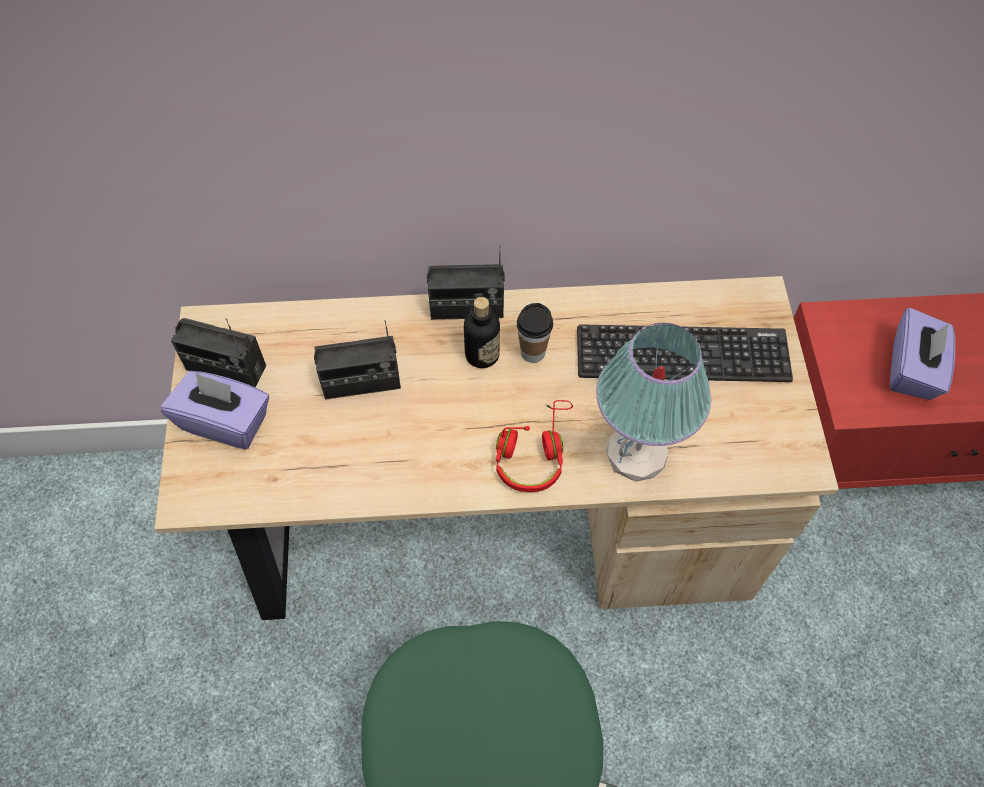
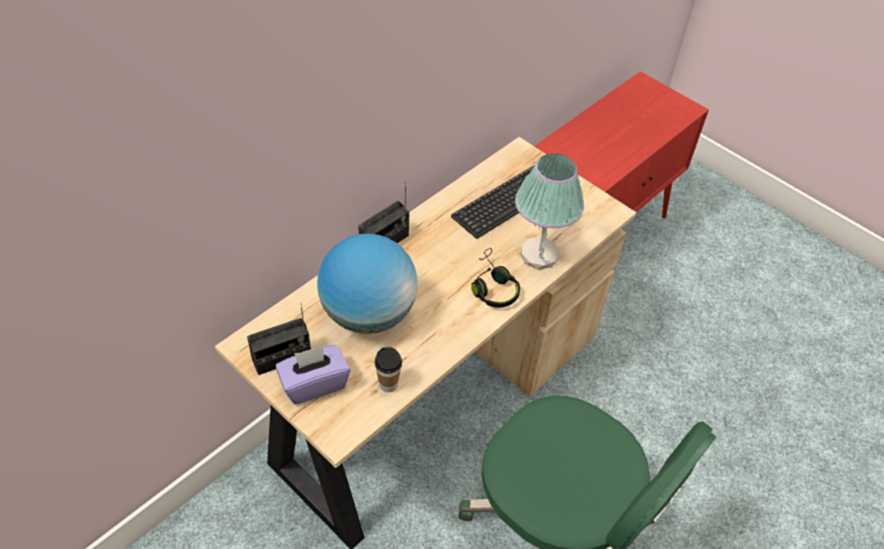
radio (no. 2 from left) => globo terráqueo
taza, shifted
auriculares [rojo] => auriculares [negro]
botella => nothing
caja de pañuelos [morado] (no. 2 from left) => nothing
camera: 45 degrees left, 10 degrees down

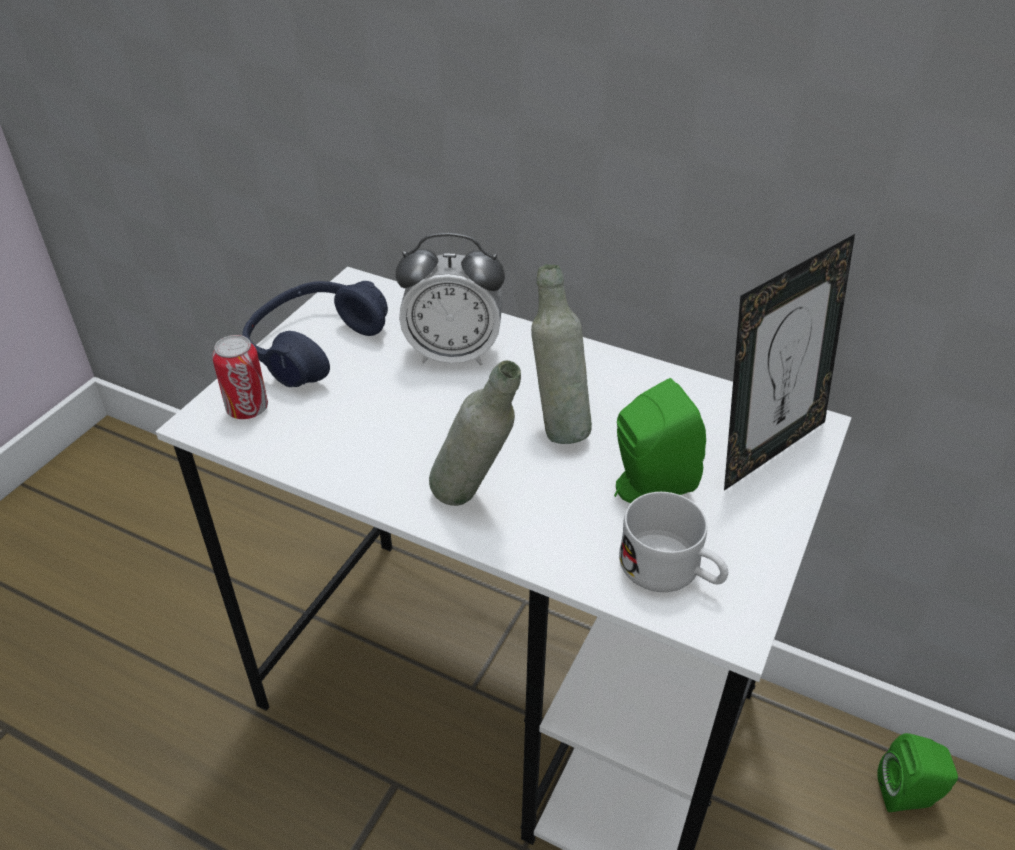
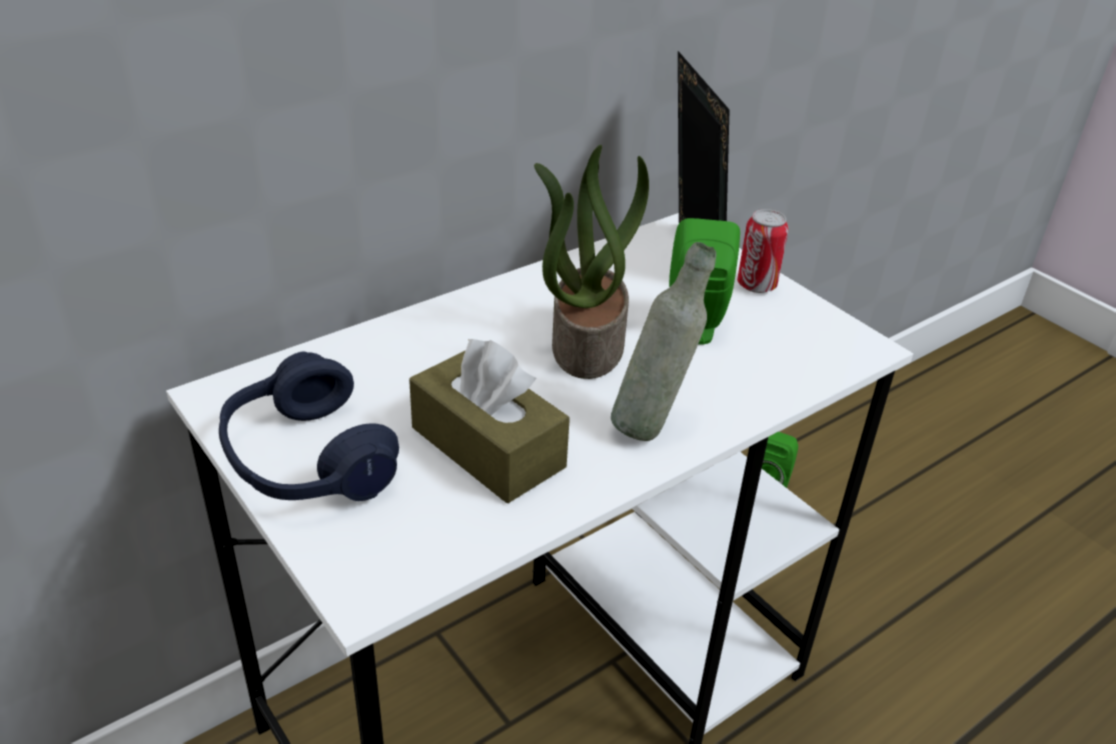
nothing => caja de pañuelos [marrón]
botella [gris] (no. 2 from left) => planta en maceta
lata, shifted
despertador => nothing
taza grande [blanco] => nothing
camera: 65 degrees left, 5 degrees down

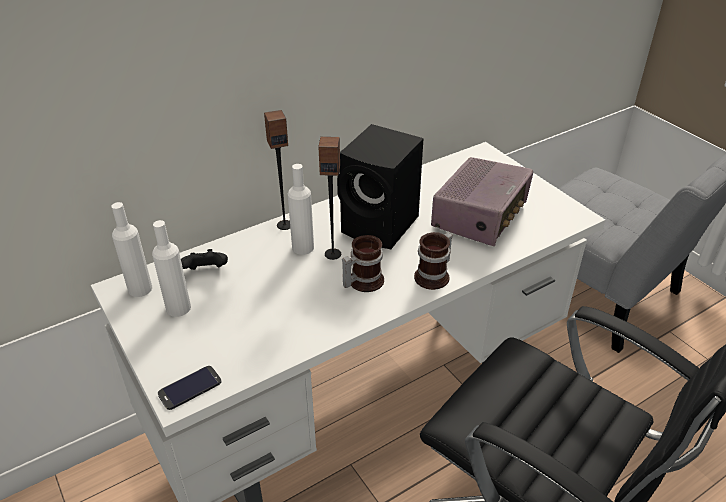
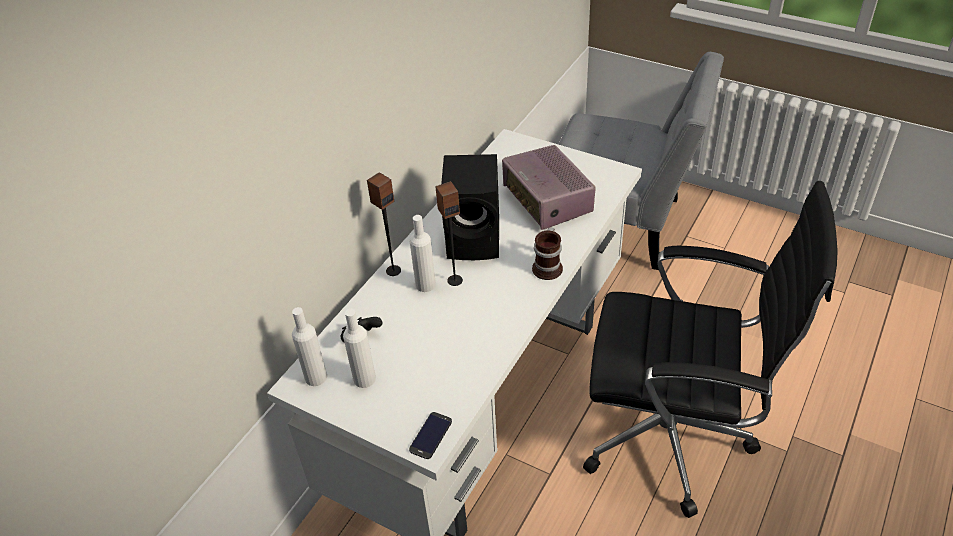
radio, 150 degrees clockwise
taza grande (no. 1 from left) => nothing
camera: 25 degrees left, 5 degrees up

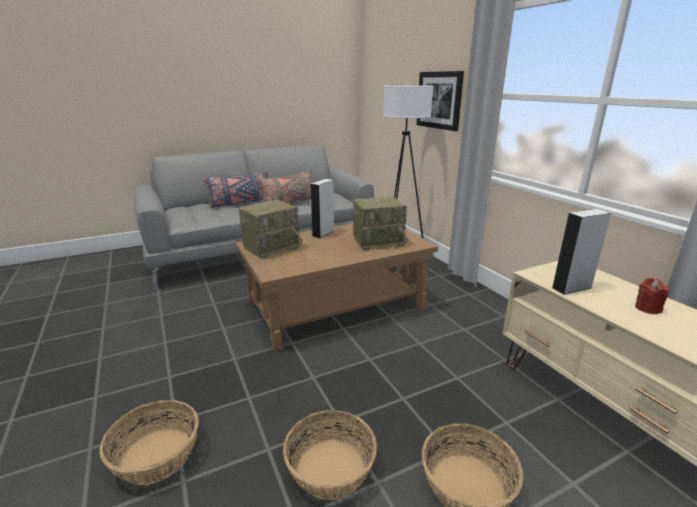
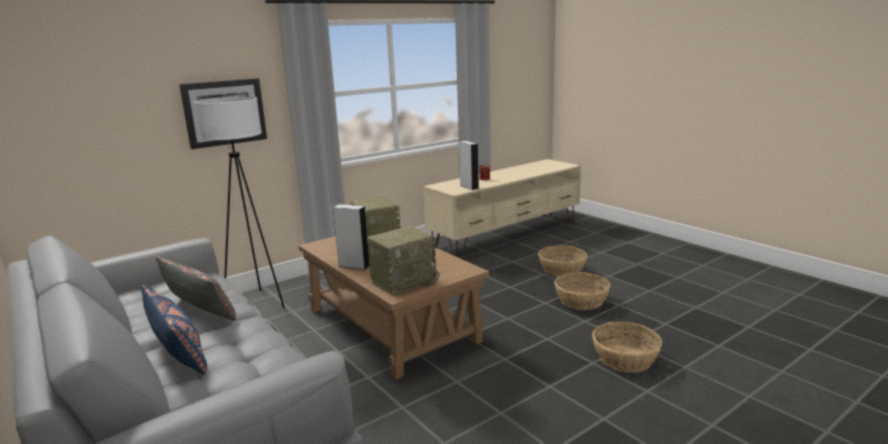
radio (no. 1 from left in the first image) => radio (no. 2 from left), 105 degrees clockwise
camera: 100 degrees left, 5 degrees down

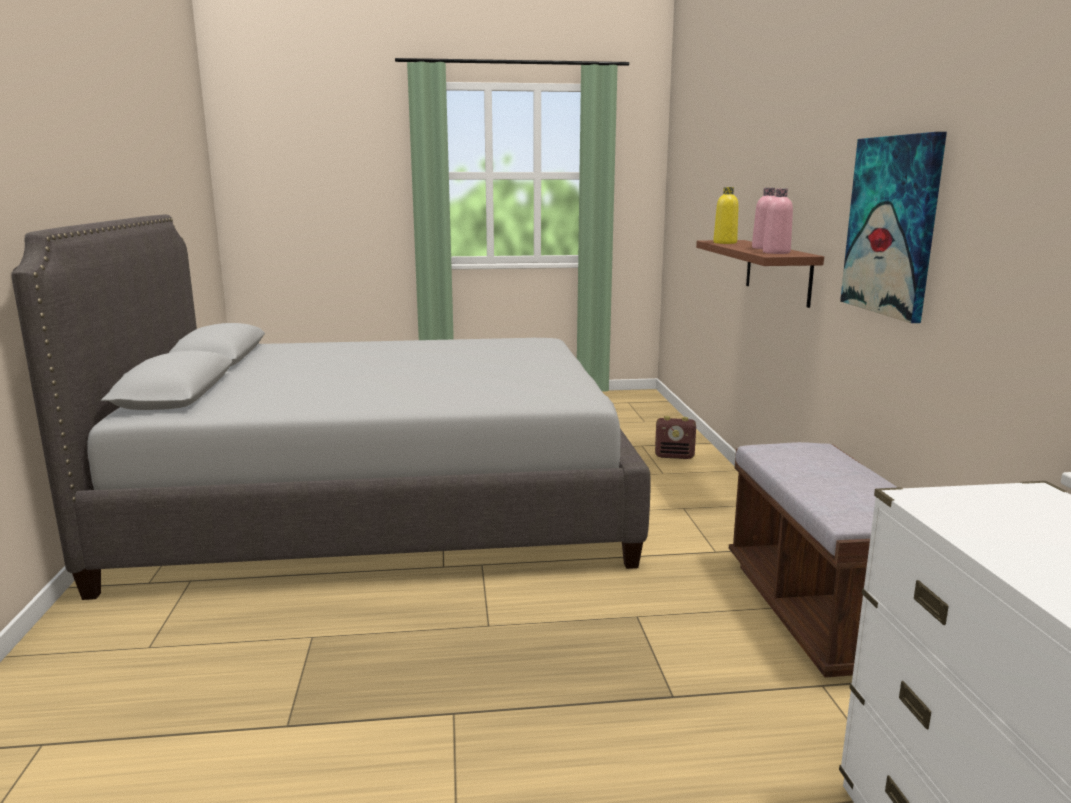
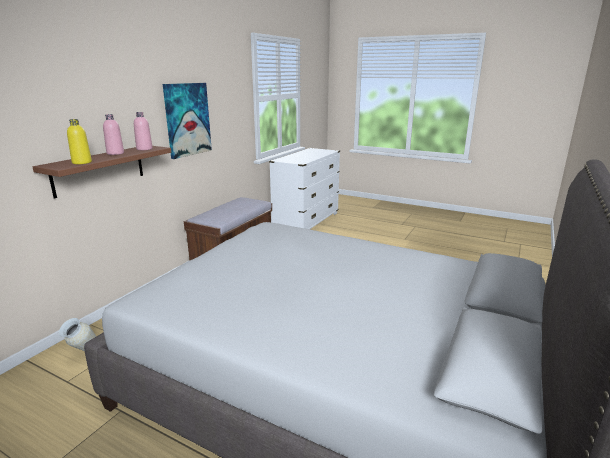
radio => florero
camera: 145 degrees left, 5 degrees up

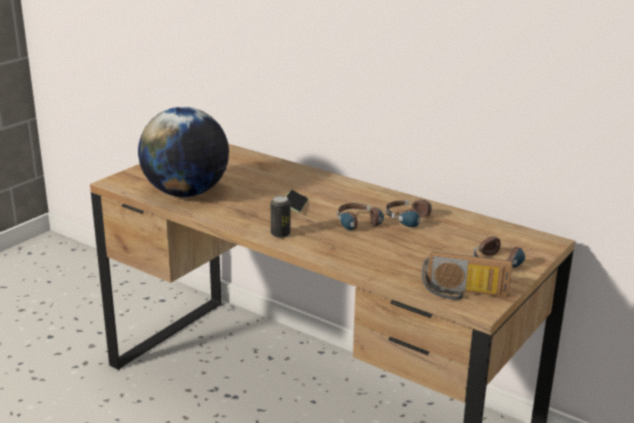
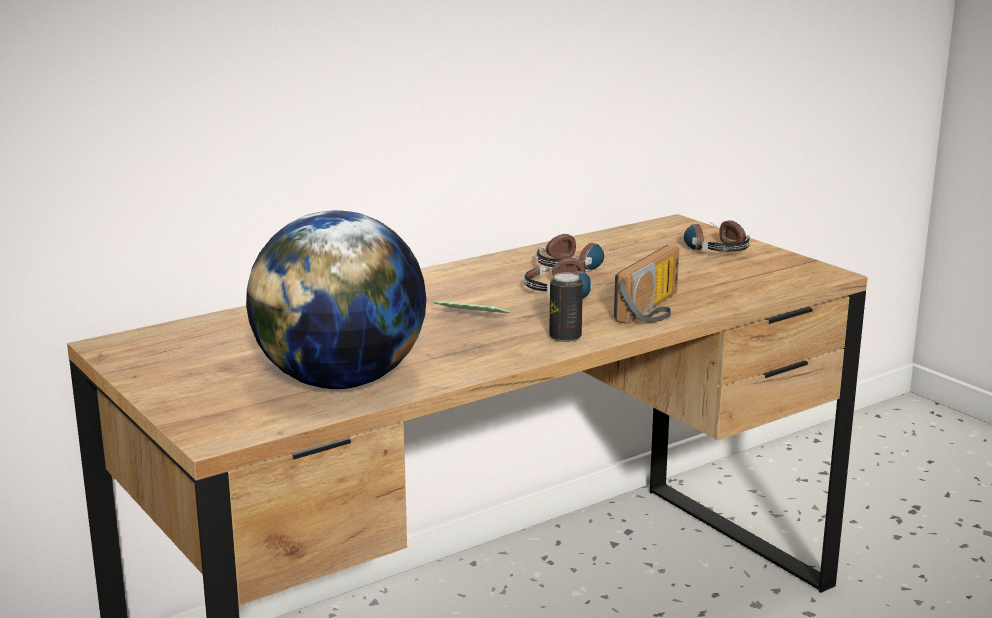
radio, shifted
camera: 70 degrees left, 5 degrees down

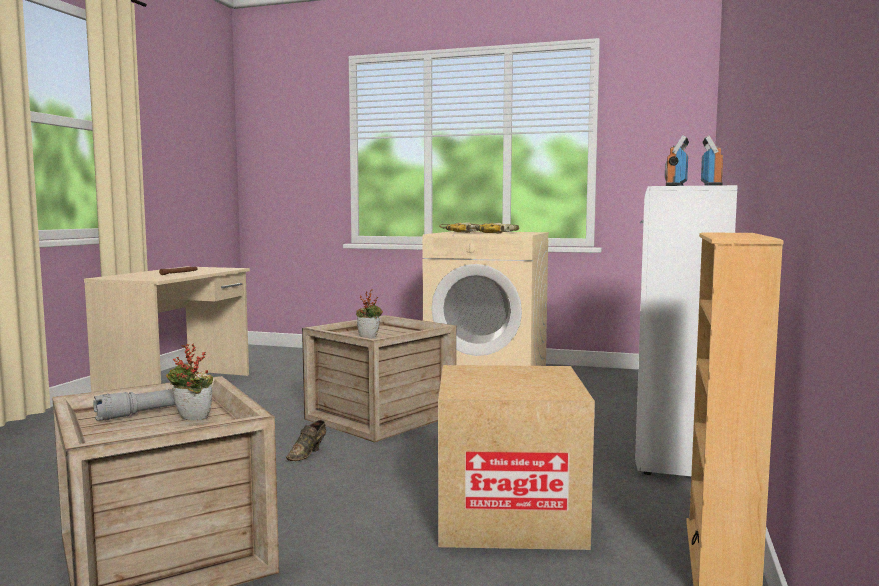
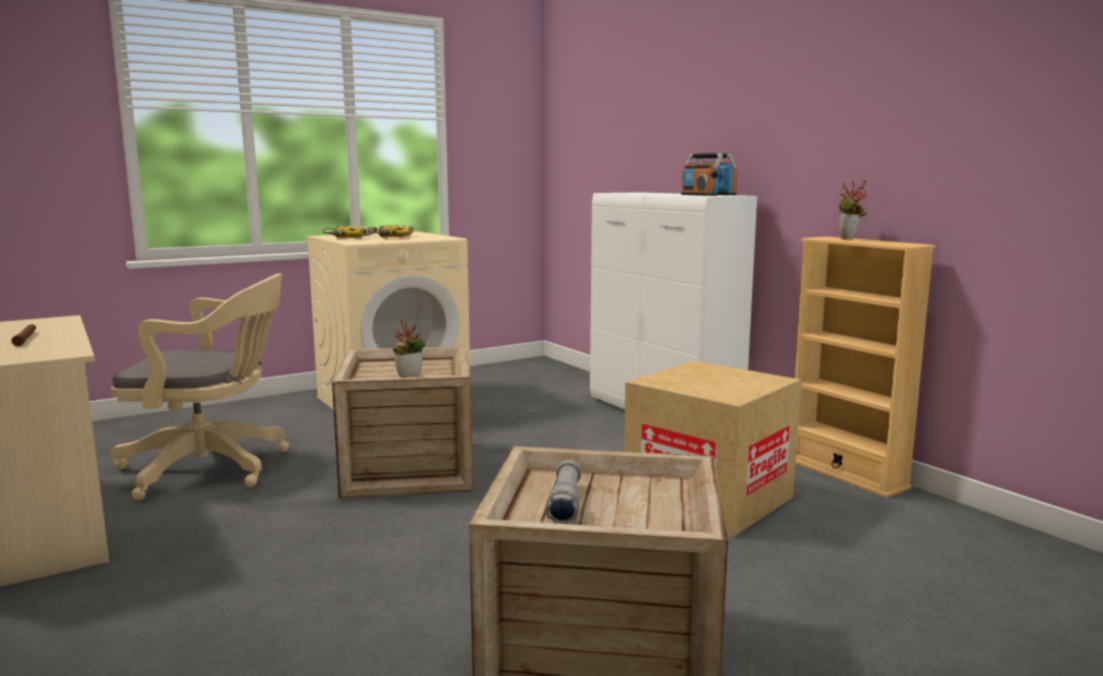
nothing => silla de oficina [beis]
planta en maceta (no. 1 from left in the first image) => planta en maceta (no. 2 from left), shifted
zapato [marrón] => nothing
camera: 50 degrees left, 5 degrees up

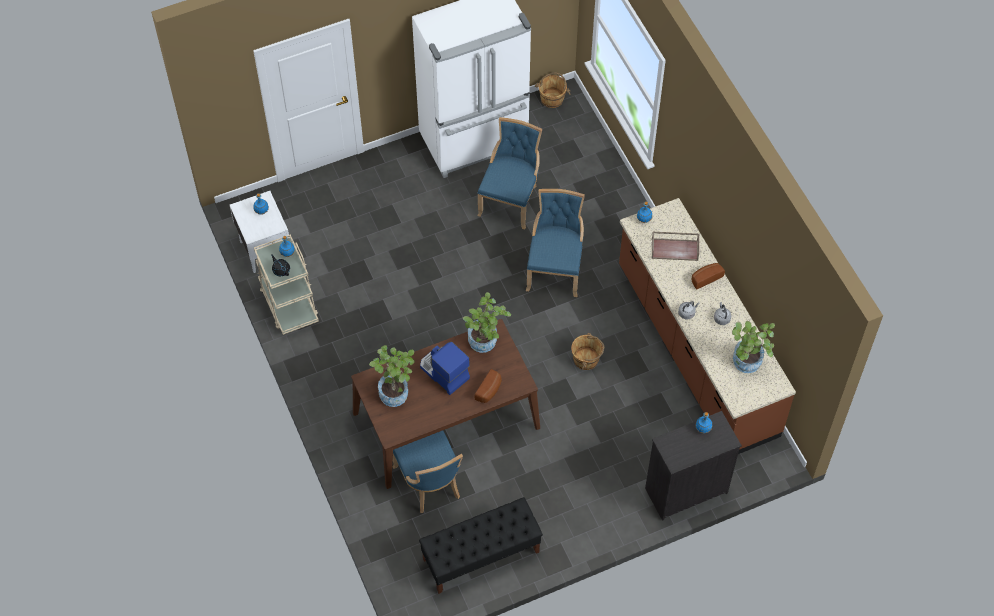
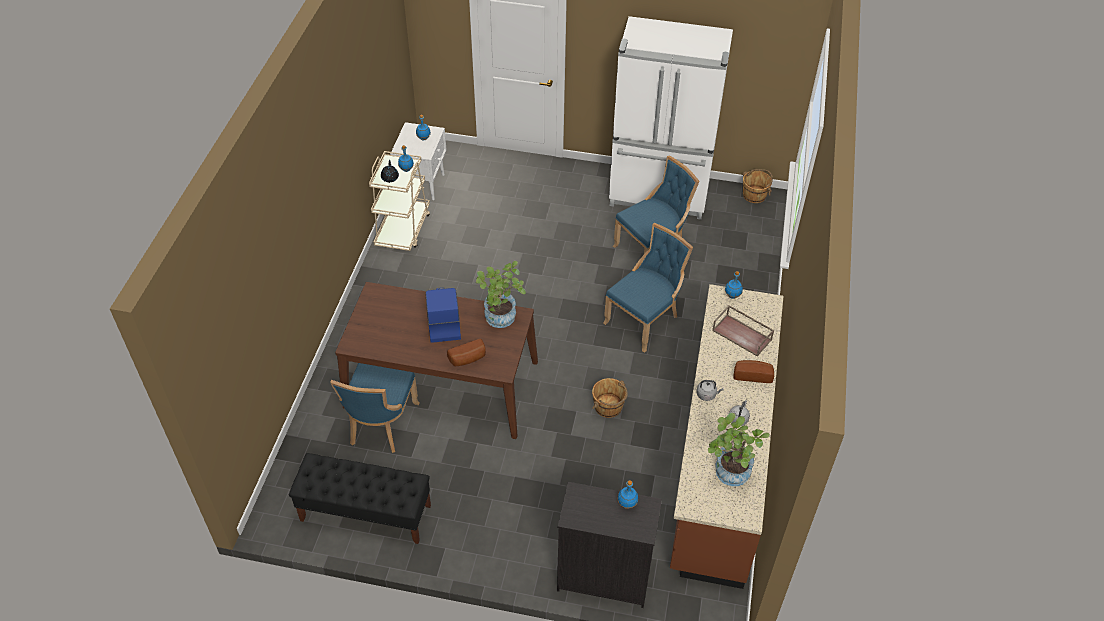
planta en maceta (no. 1 from left) => nothing
camera: 35 degrees right, 10 degrees down

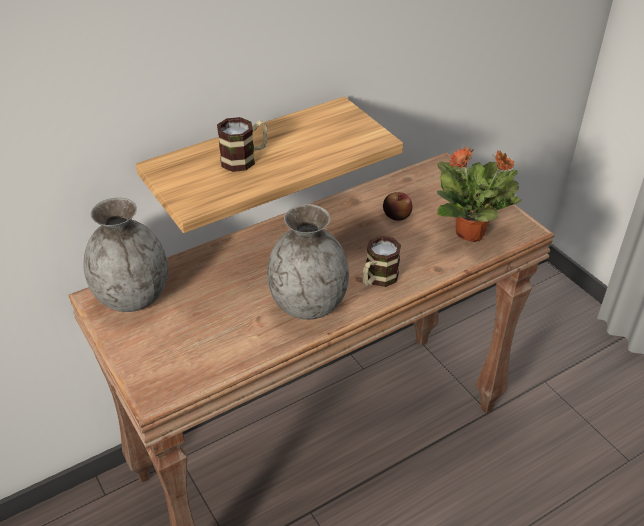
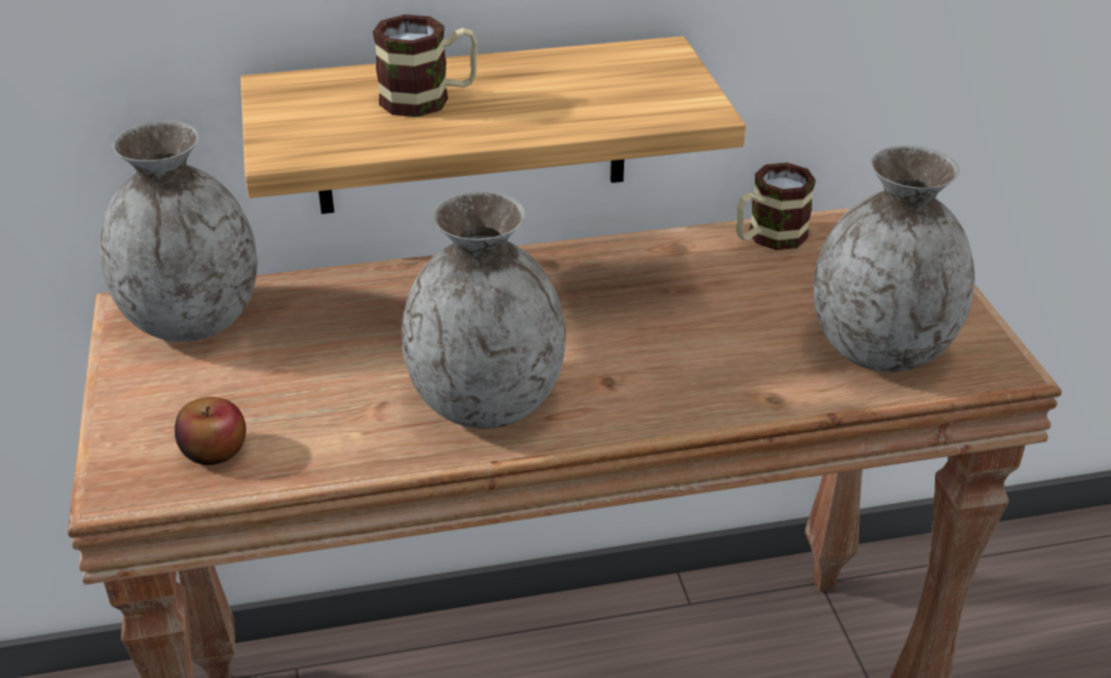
manzana, shifted
taza grande (no. 2 from left), shifted
planta en maceta => florero [gris] (no. 3 from left)
camera: 20 degrees right, 5 degrees down

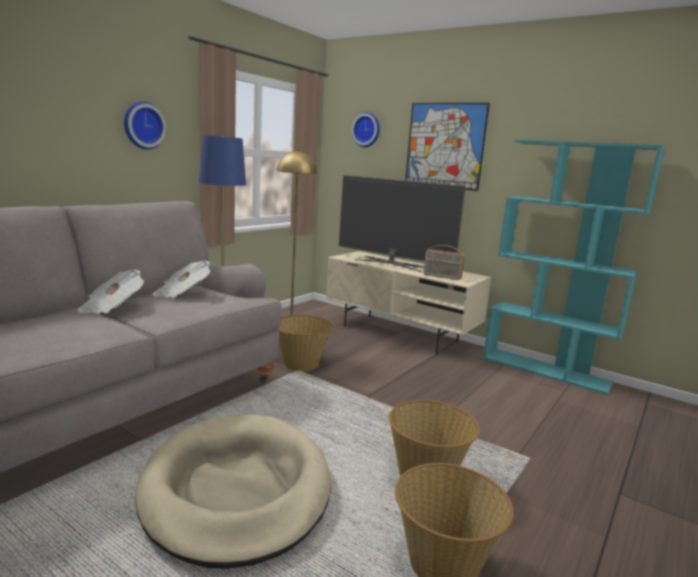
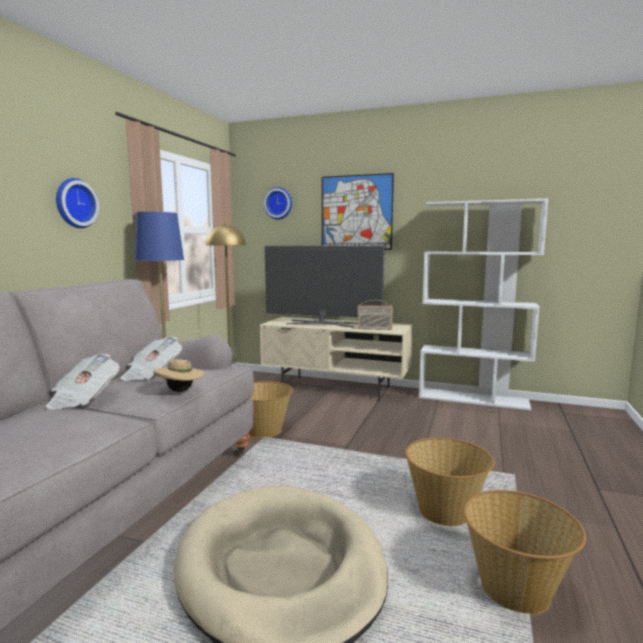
nothing => sombrero [beis]
estantería [turquesa] => estantería [blanco]
camera: 15 degrees left, 5 degrees down

